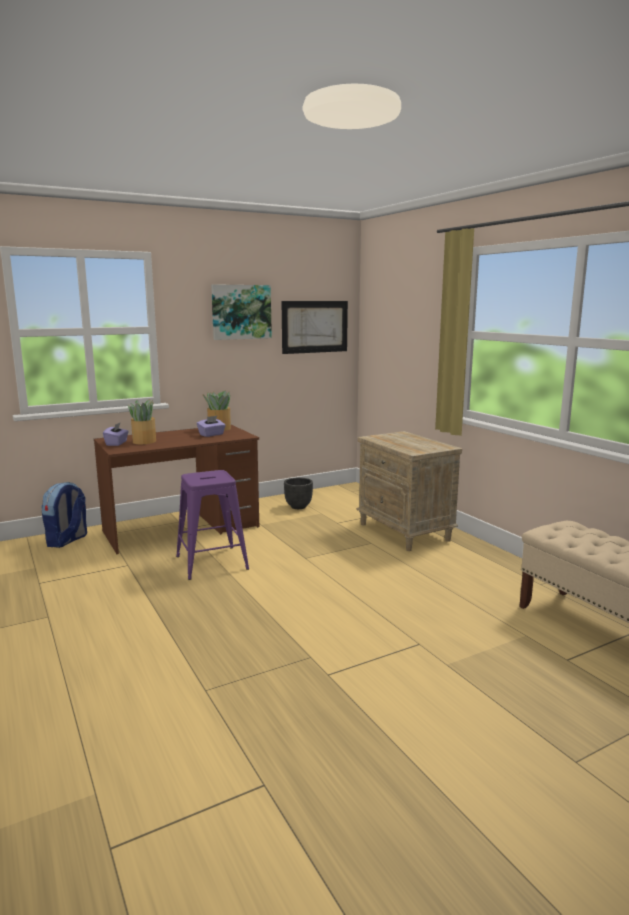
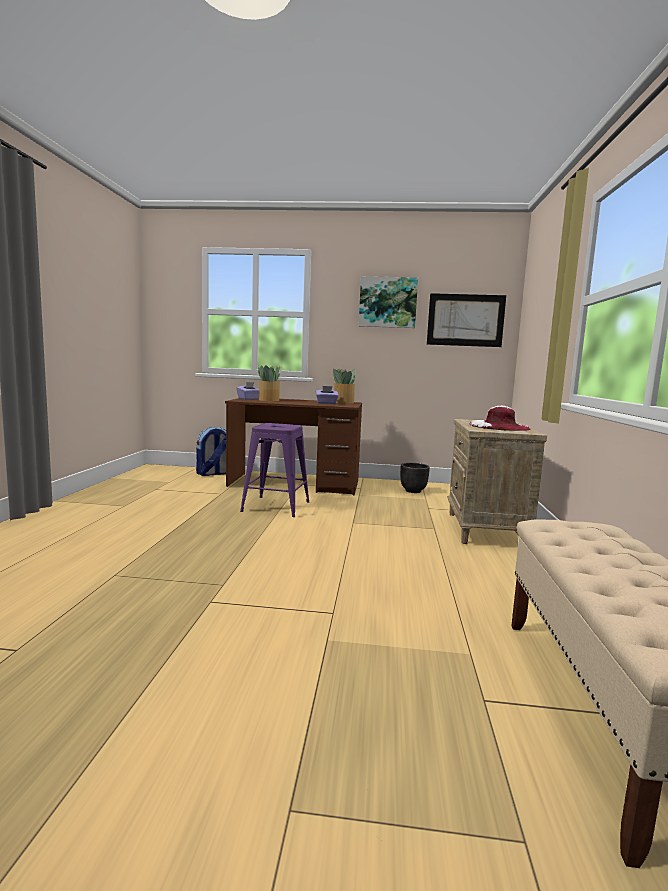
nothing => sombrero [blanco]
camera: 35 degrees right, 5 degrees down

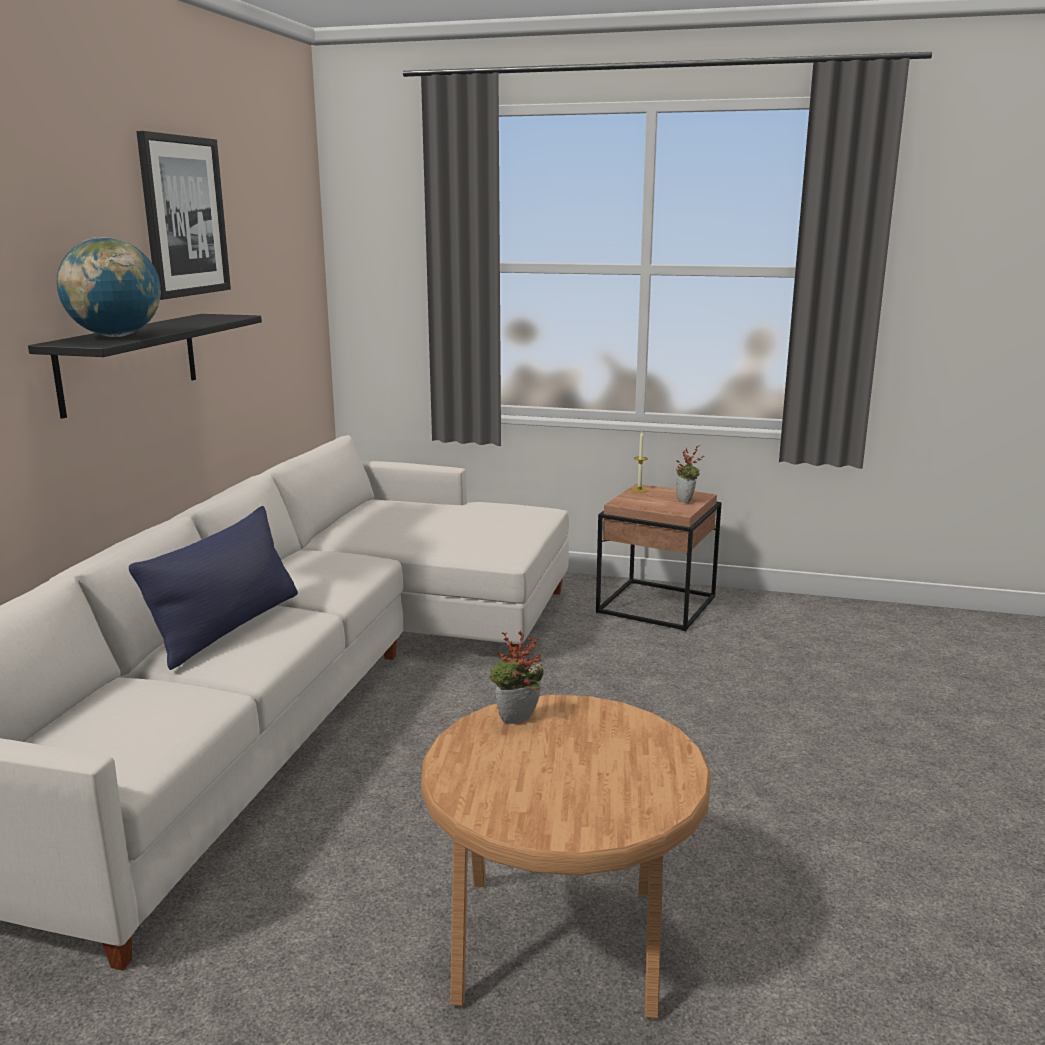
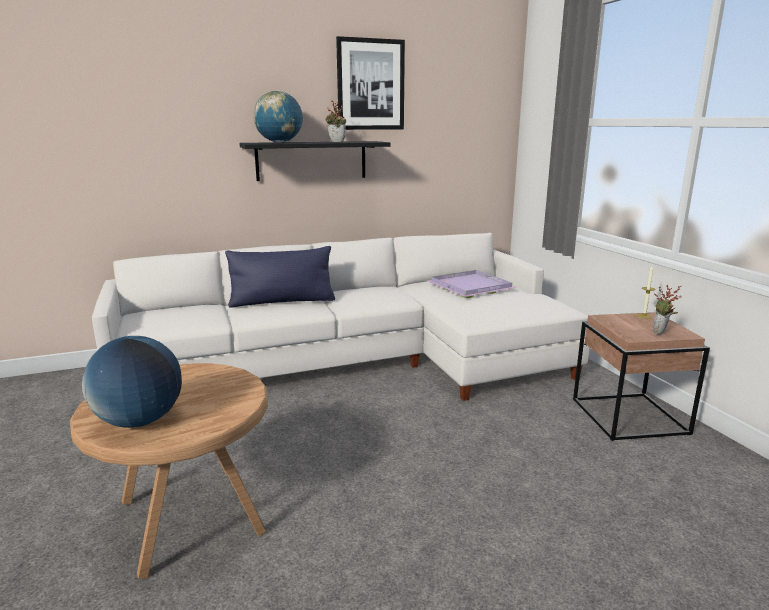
nothing => globo terráqueo (no. 1 from left)
planta en maceta (no. 1 from left), shifted
nothing => bandeja [morado]
camera: 55 degrees right, 0 degrees up

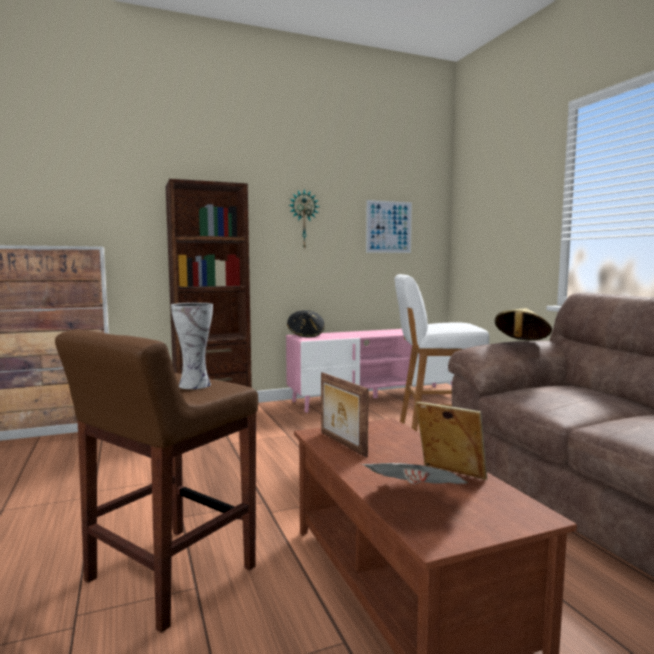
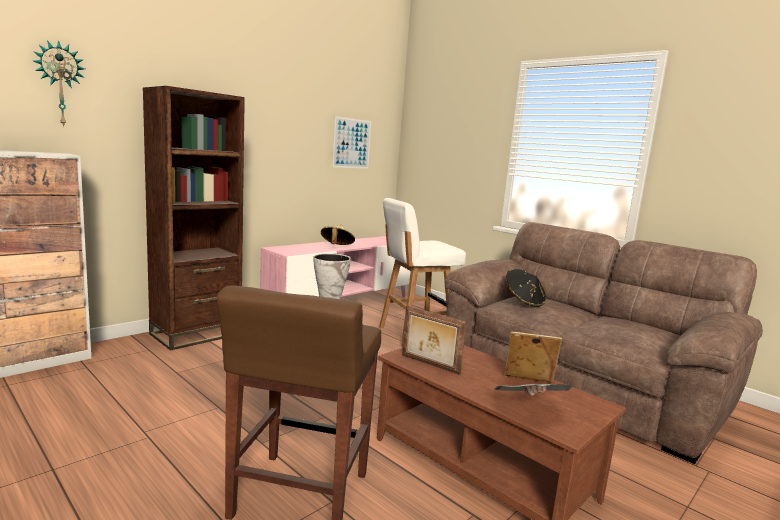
reloj de pared, shifted
sombrero [beis], shifted
sombrero [negro], shifted
camera: 25 degrees left, 5 degrees up

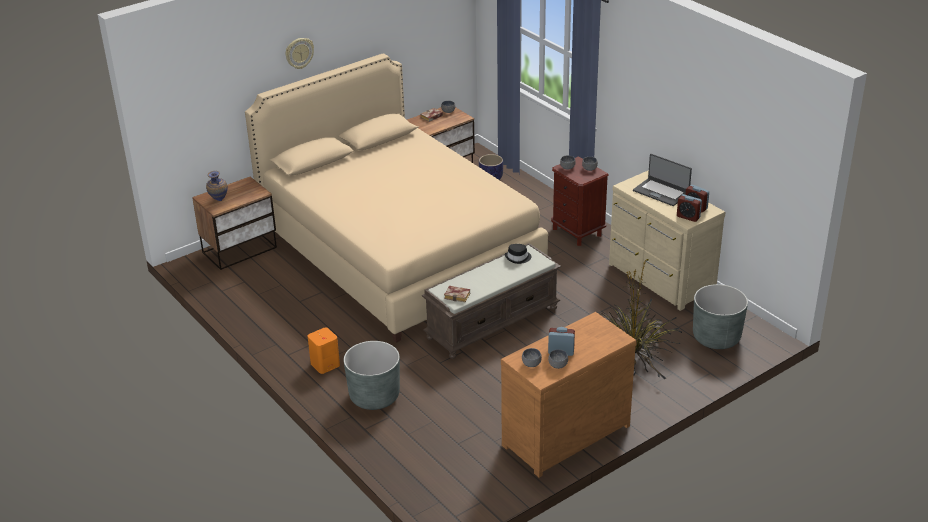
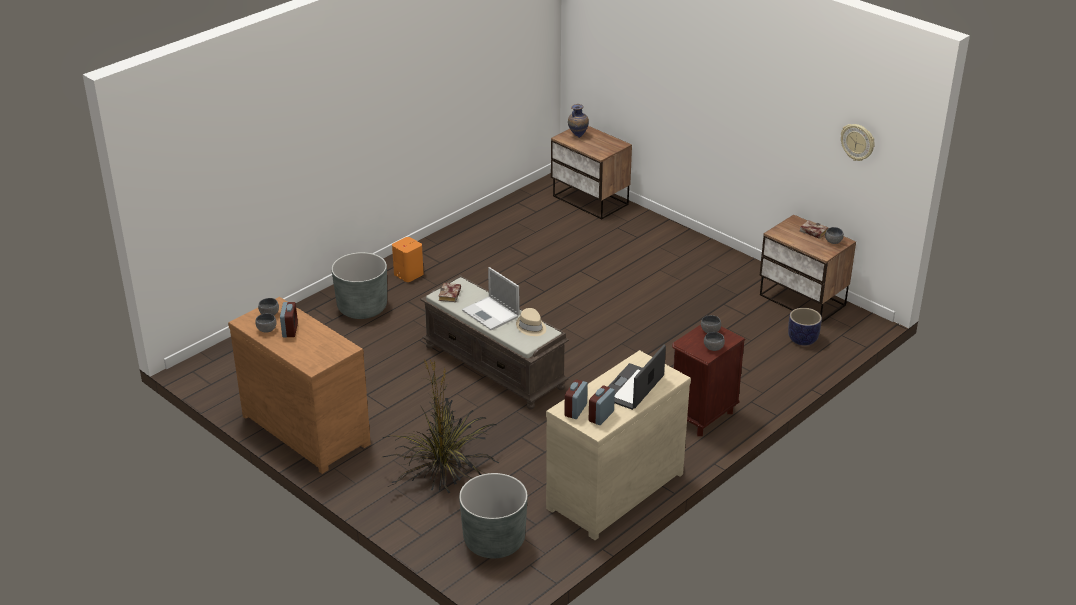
nothing => portátil (no. 1 from left)
sombrero [negro] => sombrero [beis]
reloj de pared, shifted
cama [beis] => nothing
camera: 80 degrees right, 0 degrees up

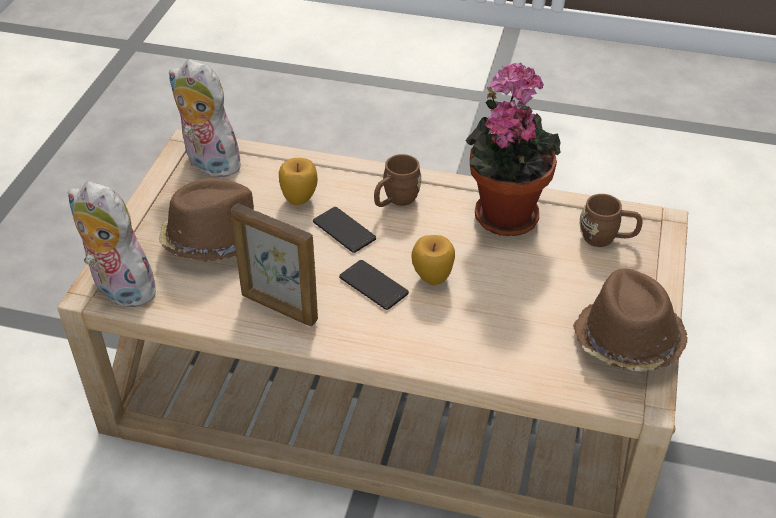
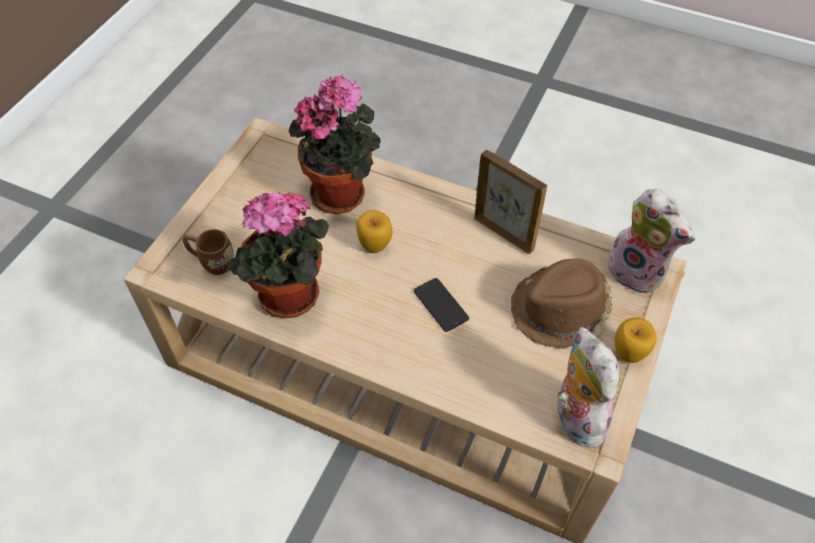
nothing => planta en maceta (no. 2 from left)
peluche (no. 2 from left in the first image) => peluche (no. 1 from left), 150 degrees counterclockwise
manzana (no. 1 from left in the first image) => manzana (no. 2 from left), shifted
móvil (no. 2 from left) => nothing
taza grande [marrón] (no. 1 from left) => nothing
sombrero [marrón] (no. 2 from left) => nothing
camera: 170 degrees left, 10 degrees up

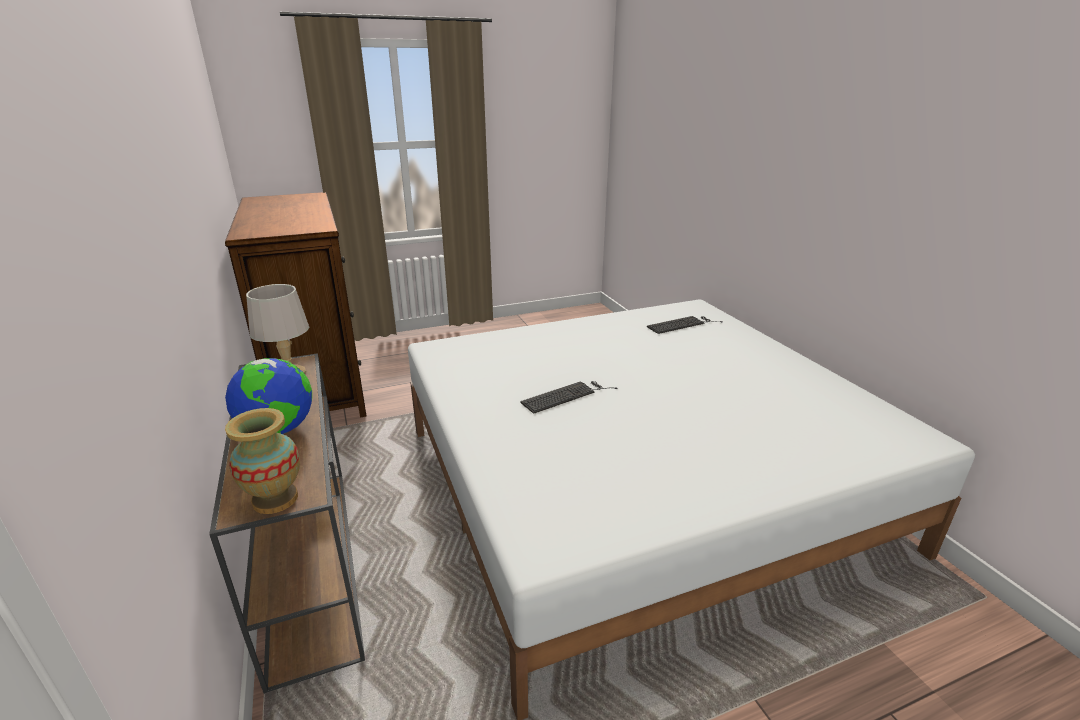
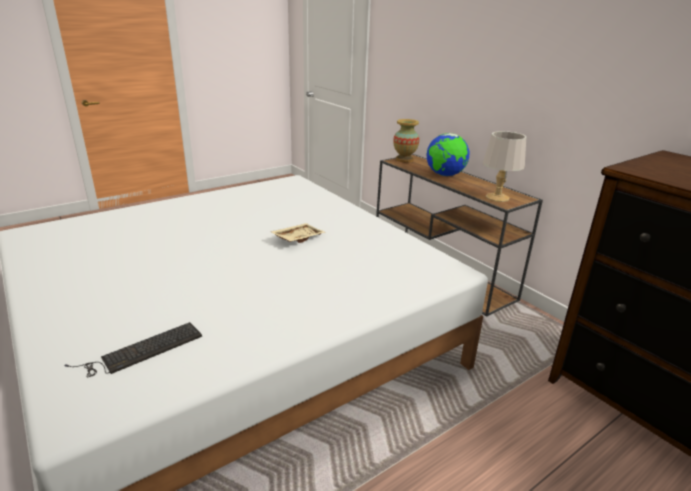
teclado (no. 1 from left) => bandeja [beis]
camera: 165 degrees right, 0 degrees up

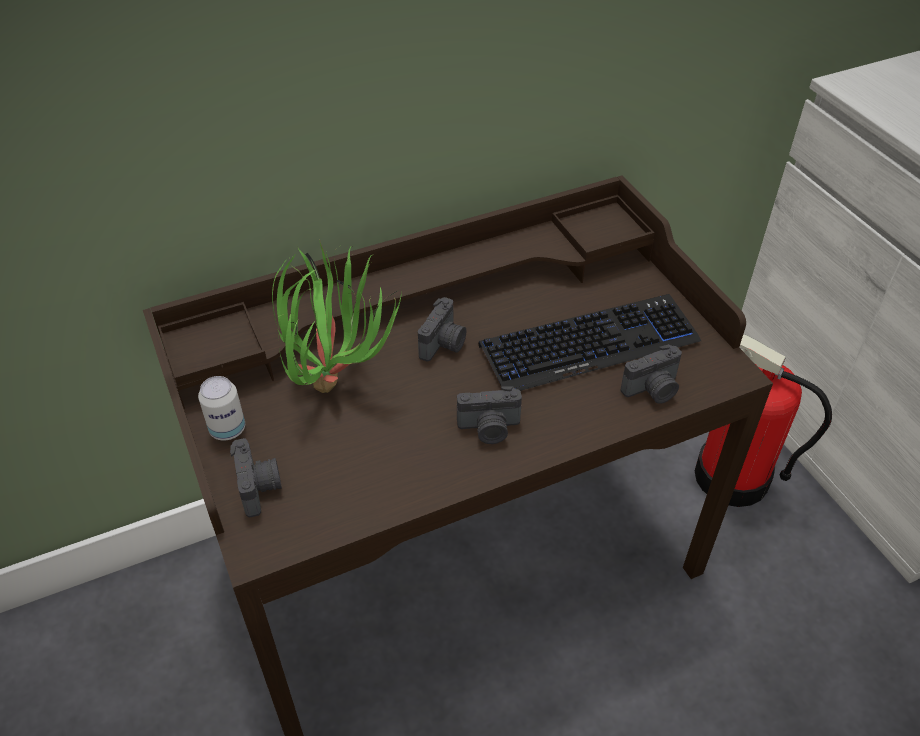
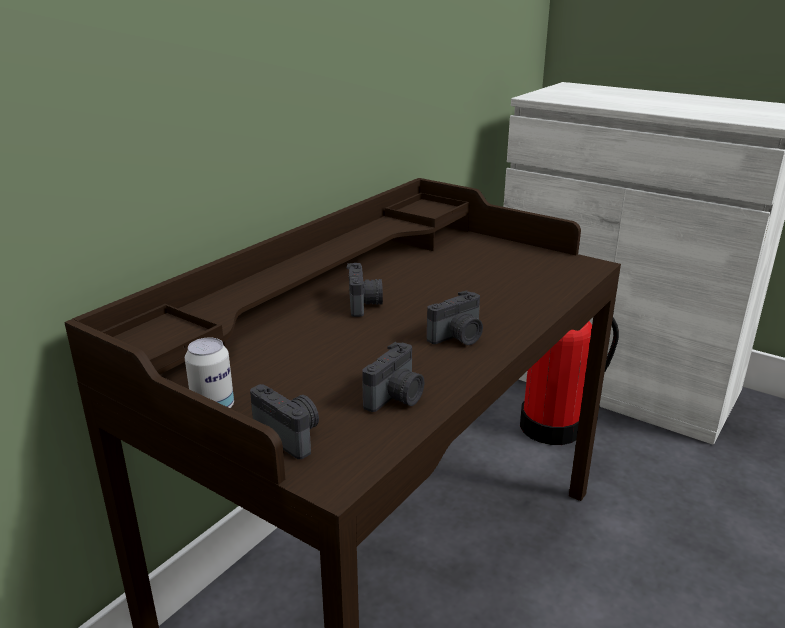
cámara (no. 4 from left in the first image) => cámara (no. 3 from left), shifted
planta en maceta => nothing
teclado => nothing
camera: 30 degrees left, 20 degrees down

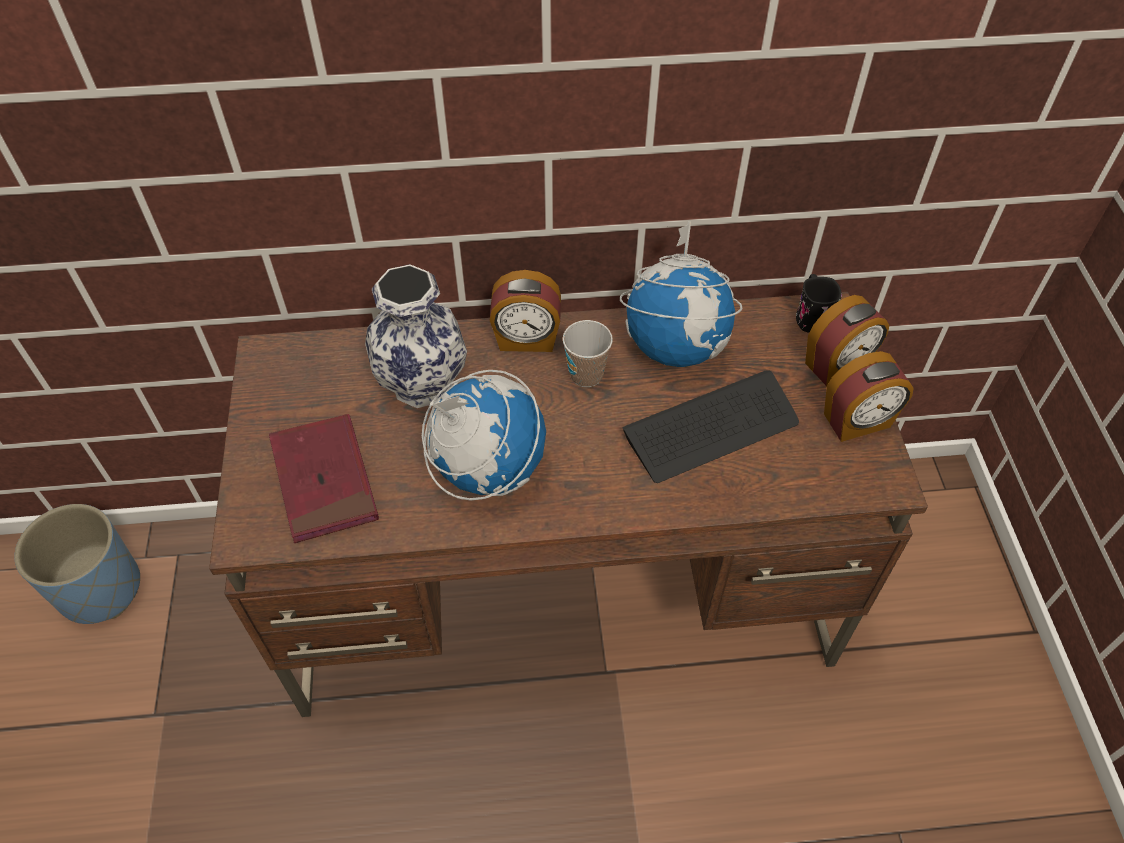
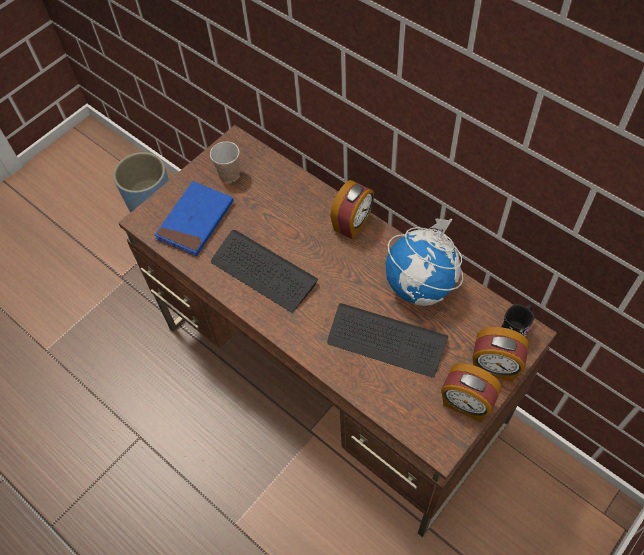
libro [rojo] => libro [azul]
taza, shifted
globo terráqueo (no. 1 from left) => teclado (no. 1 from left)
despertador (no. 1 from left), 105 degrees counterclockwise
florero => nothing
camera: 50 degrees right, 5 degrees up

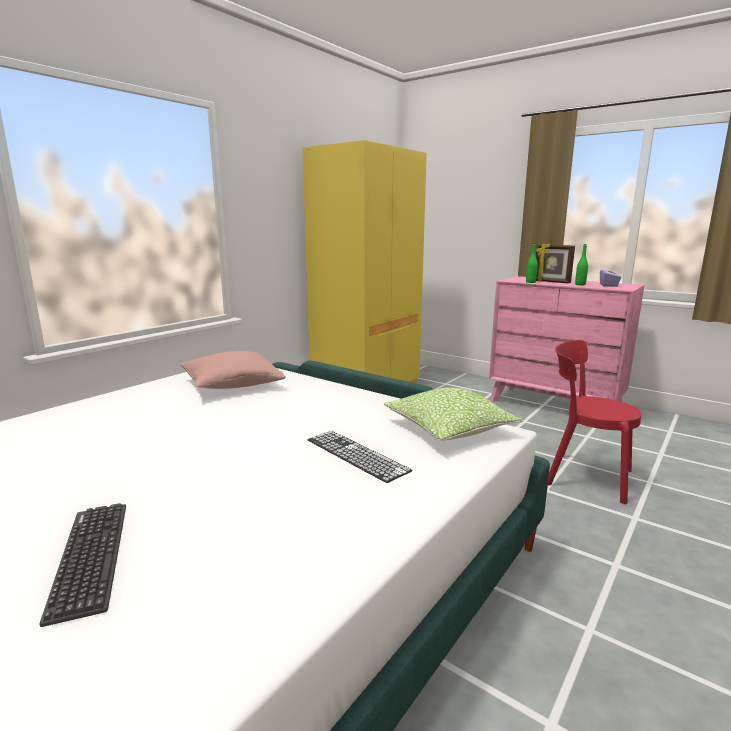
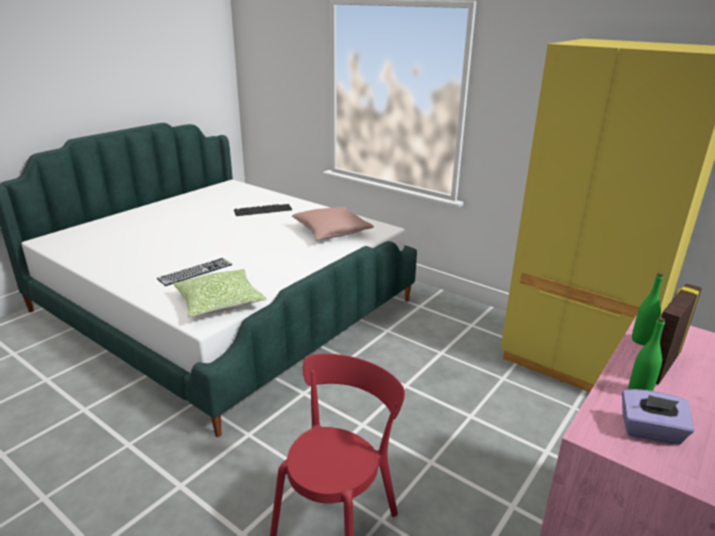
teclado (no. 1 from left in the first image) => teclado (no. 2 from left), shifted
camera: 90 degrees right, 10 degrees up

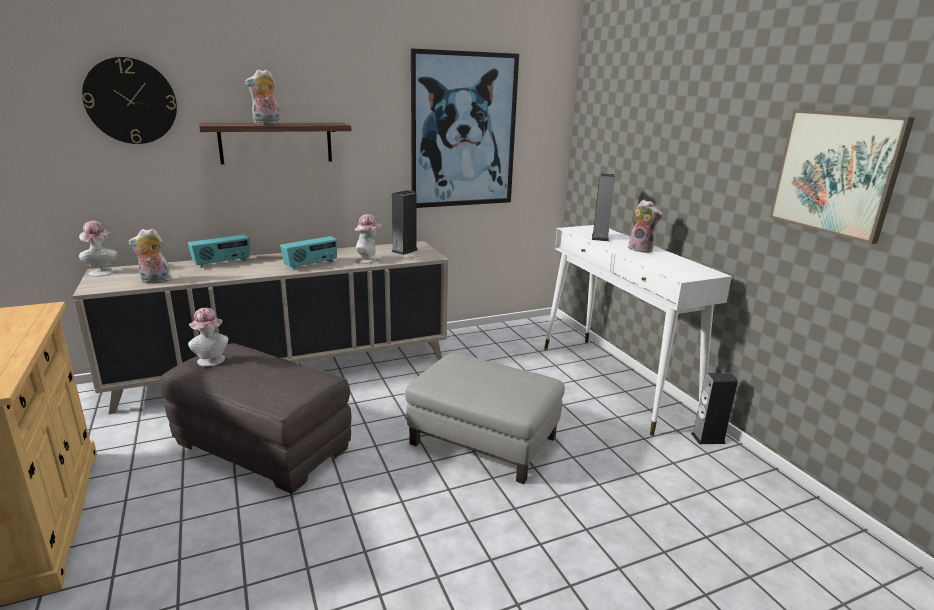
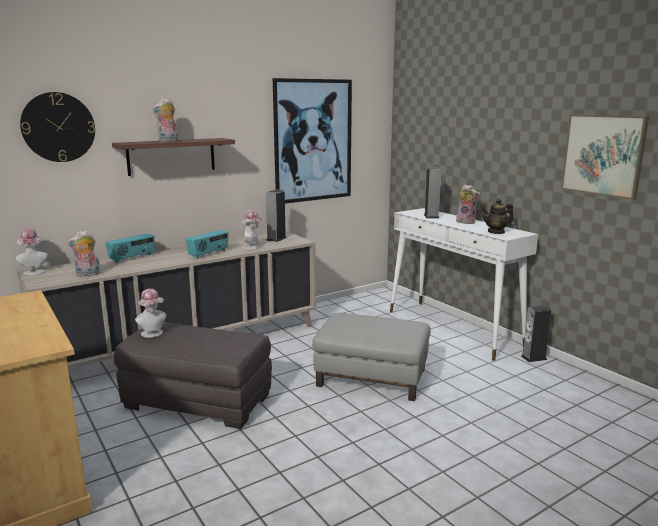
nothing => tetera
camera: 10 degrees left, 5 degrees down

